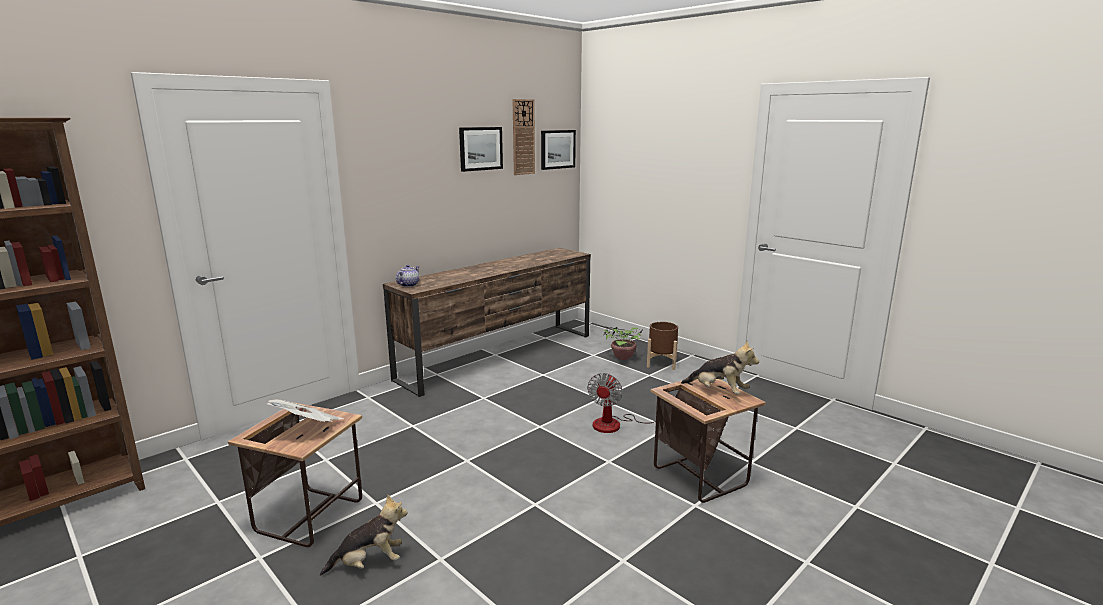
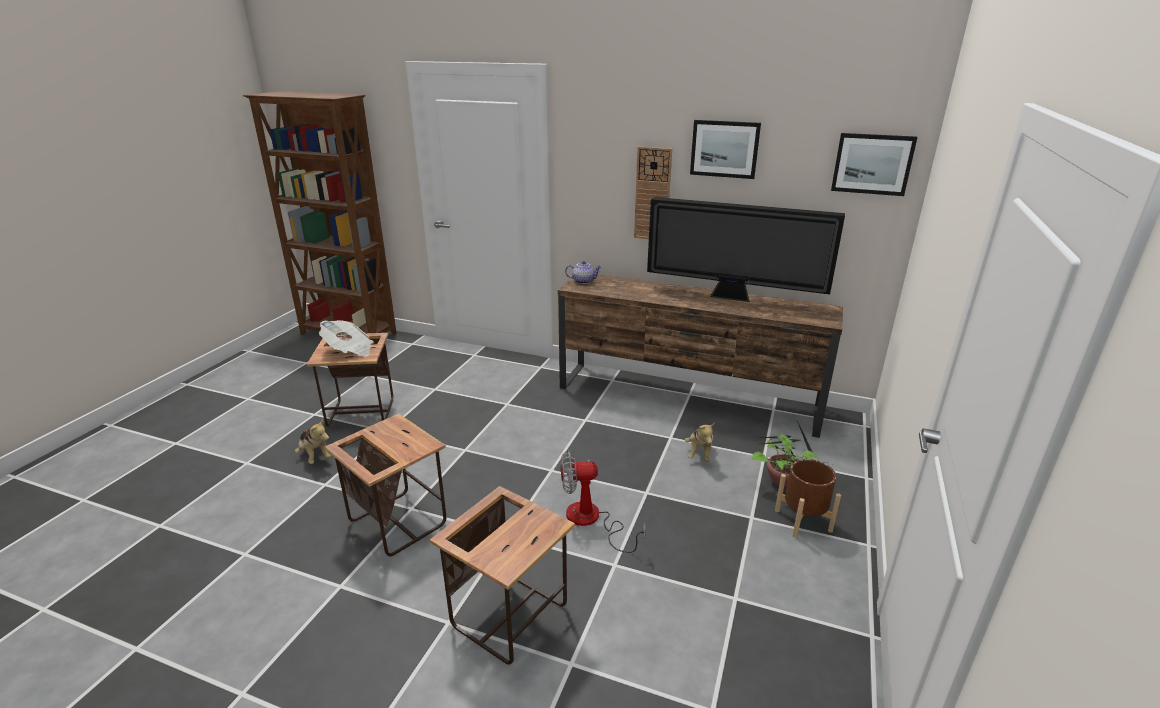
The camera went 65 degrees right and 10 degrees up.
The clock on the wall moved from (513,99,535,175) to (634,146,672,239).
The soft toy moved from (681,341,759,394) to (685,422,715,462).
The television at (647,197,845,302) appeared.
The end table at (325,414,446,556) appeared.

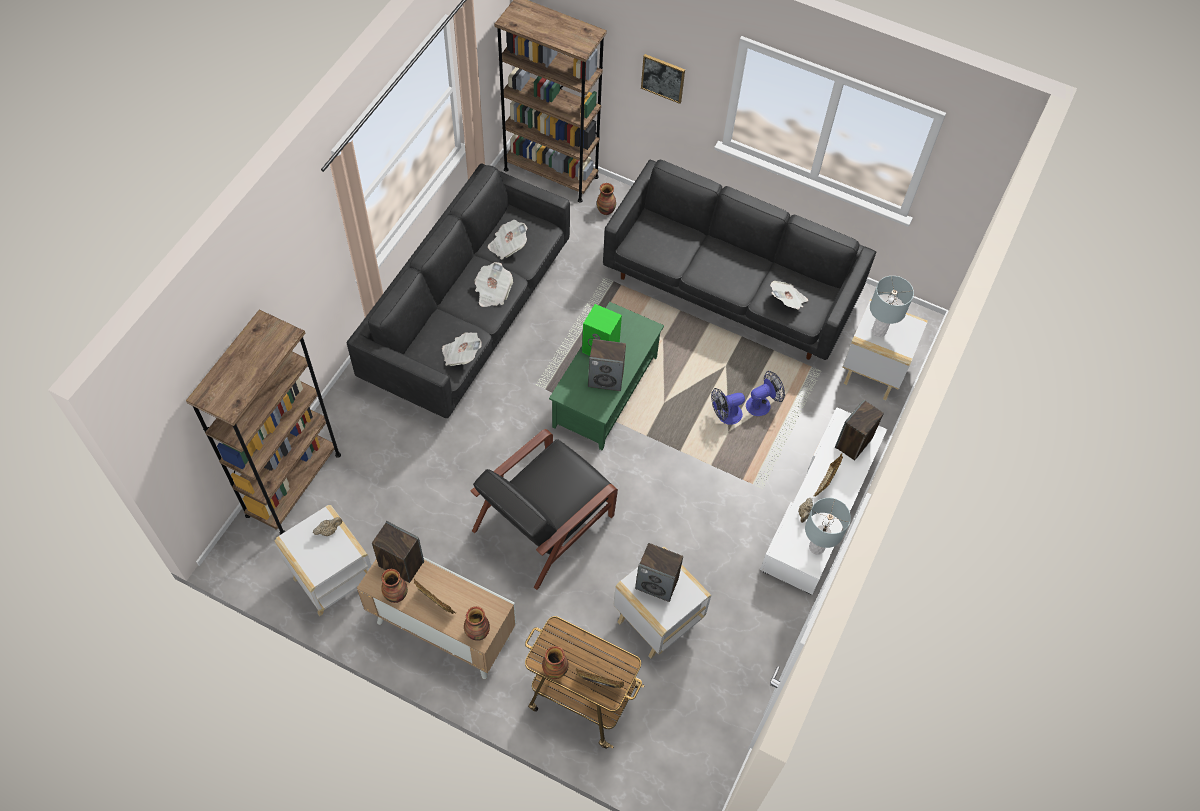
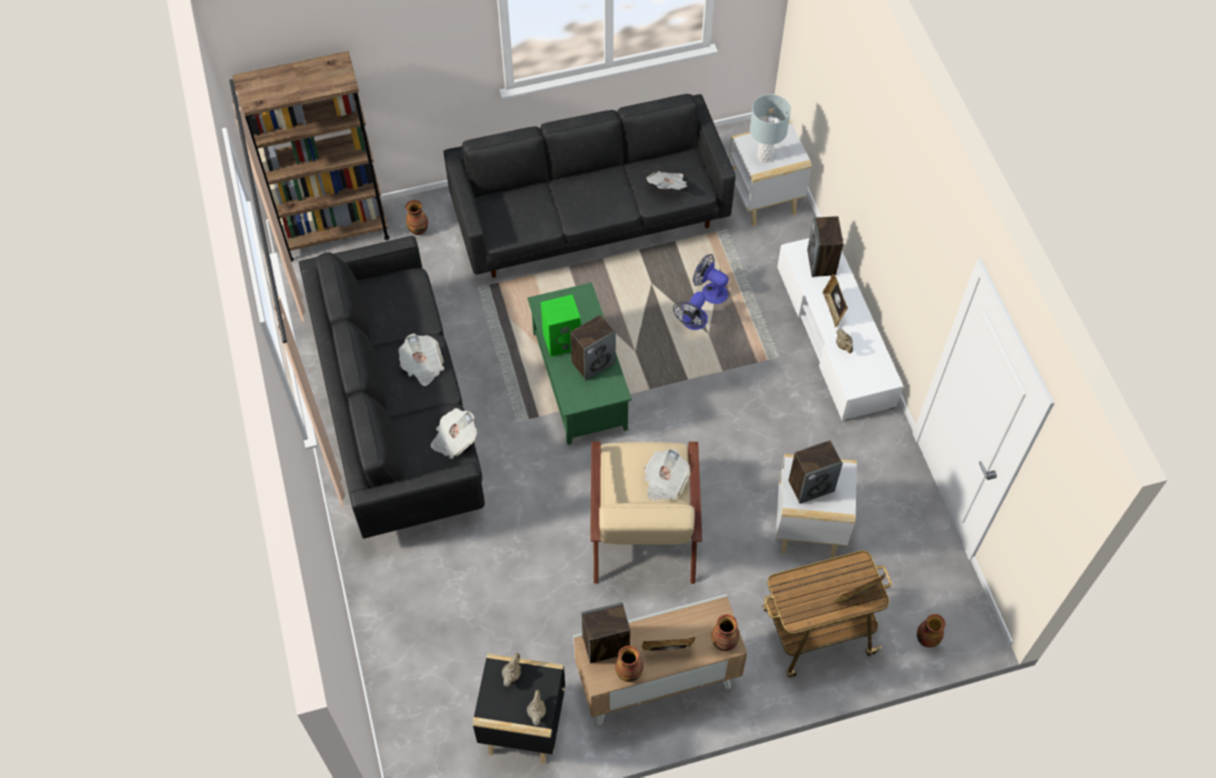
The camera went 40 degrees left and 0 degrees up.
The picture at (641,54,685,104) disappeared.
The newspaper moved from (488,220,528,259) to (644,449,690,500).
The brown shelving unit at (186,310,341,535) disappeared.
The electric fan at (746,371,785,416) turned 75 degrees counterclockwise.
The black easy chair at (470,429,618,590) became the beige-coloured easy chair at (590,442,702,584).
The greyish lamp for a table at (805,498,851,555) disappeared.
The white end table at (275,505,371,616) became the black end table at (473,653,565,764).
The decorative vase moved from (542,646,569,679) to (917,614,945,648).
The beige-coloured teapot at (527,690,546,726) appeared.

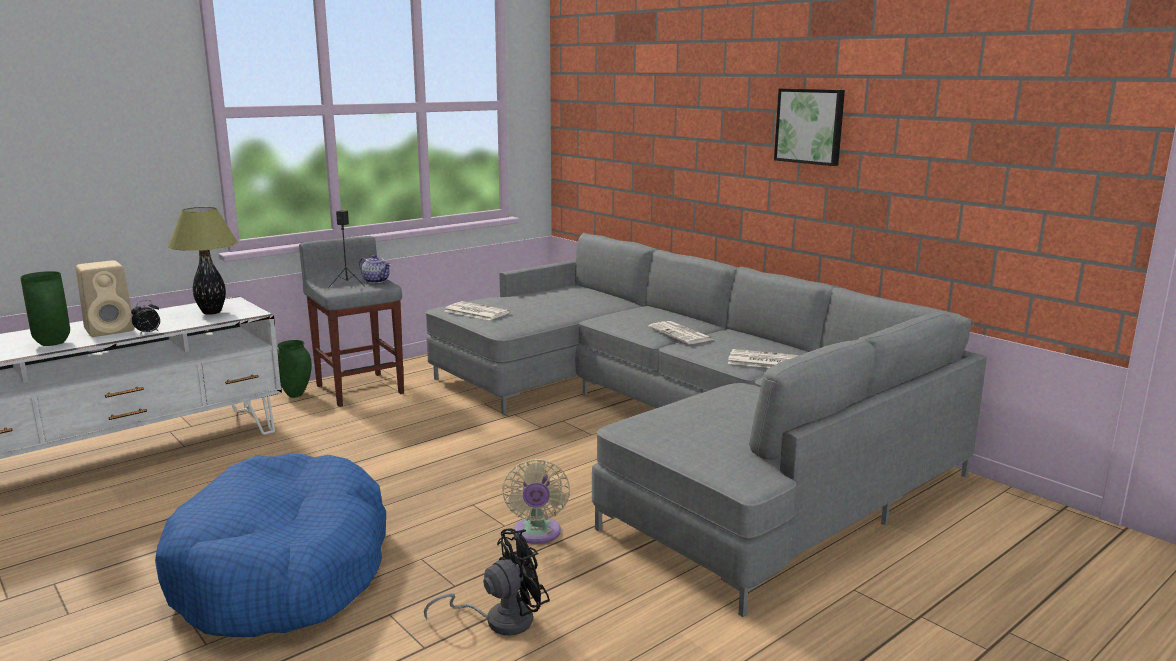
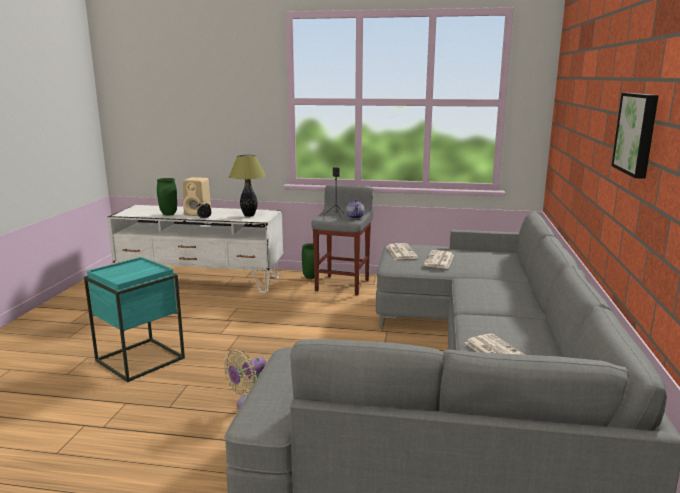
The camera went 50 degrees right and 0 degrees up.
The newspaper moved from (648,321,714,344) to (423,250,454,269).
The blue-coloured dog cushion at (155,453,386,637) was replaced by the turquoise-coloured end table at (84,257,185,382).
The black electric fan at (424,529,550,636) disappeared.

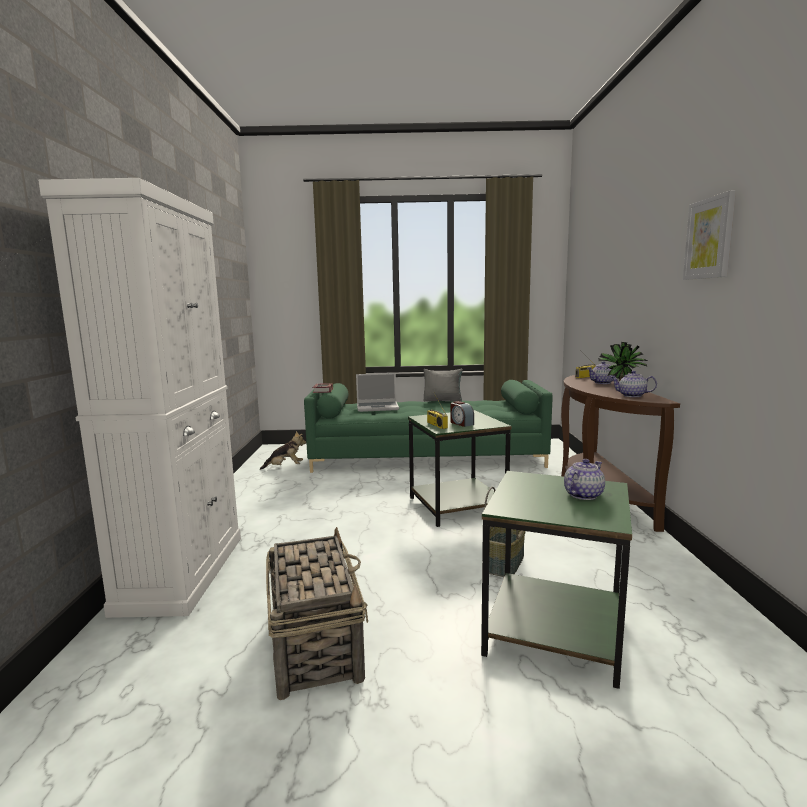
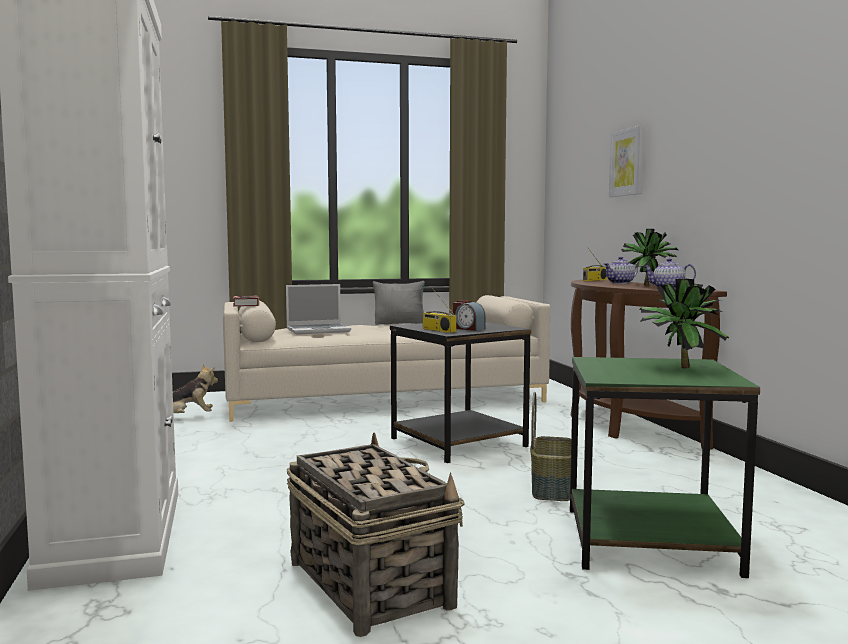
The camera went 15 degrees left and 5 degrees down.
The picture moved from (683,191,736,280) to (609,125,645,197).
The greenish couch at (304,380,552,473) became the beige-coloured couch at (223,295,550,422).
The greenish end table at (408,410,511,527) became the black end table at (390,322,531,463).
The teapot at (564,459,605,500) was replaced by the houseplant at (639,279,729,368).

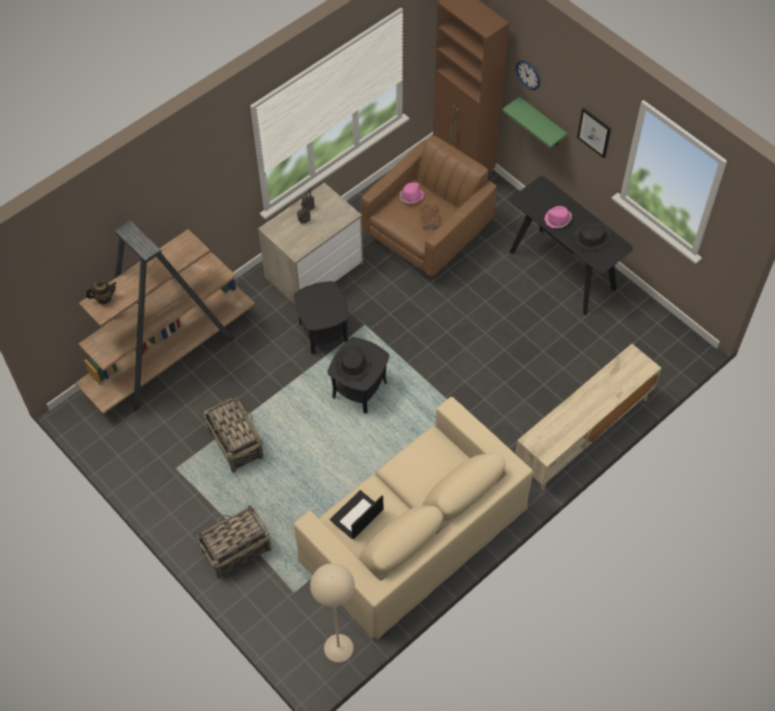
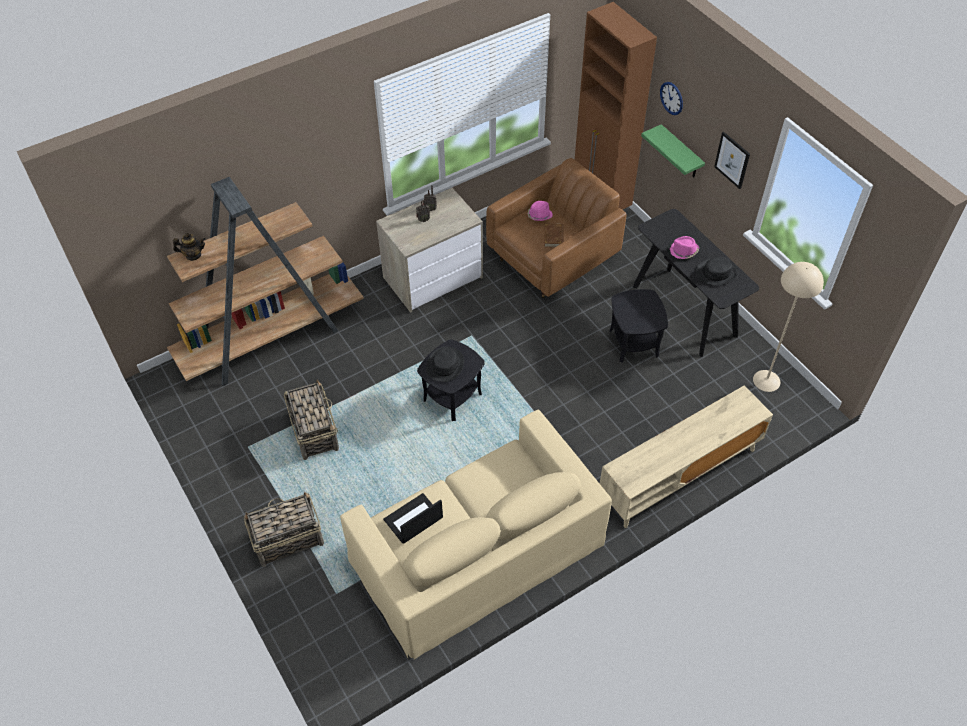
The camera went 10 degrees right and 5 degrees down.
The black end table moved from (294,281,350,354) to (609,289,668,363).
The beige-coloured standard lamp moved from (310,563,355,662) to (753,262,824,392).

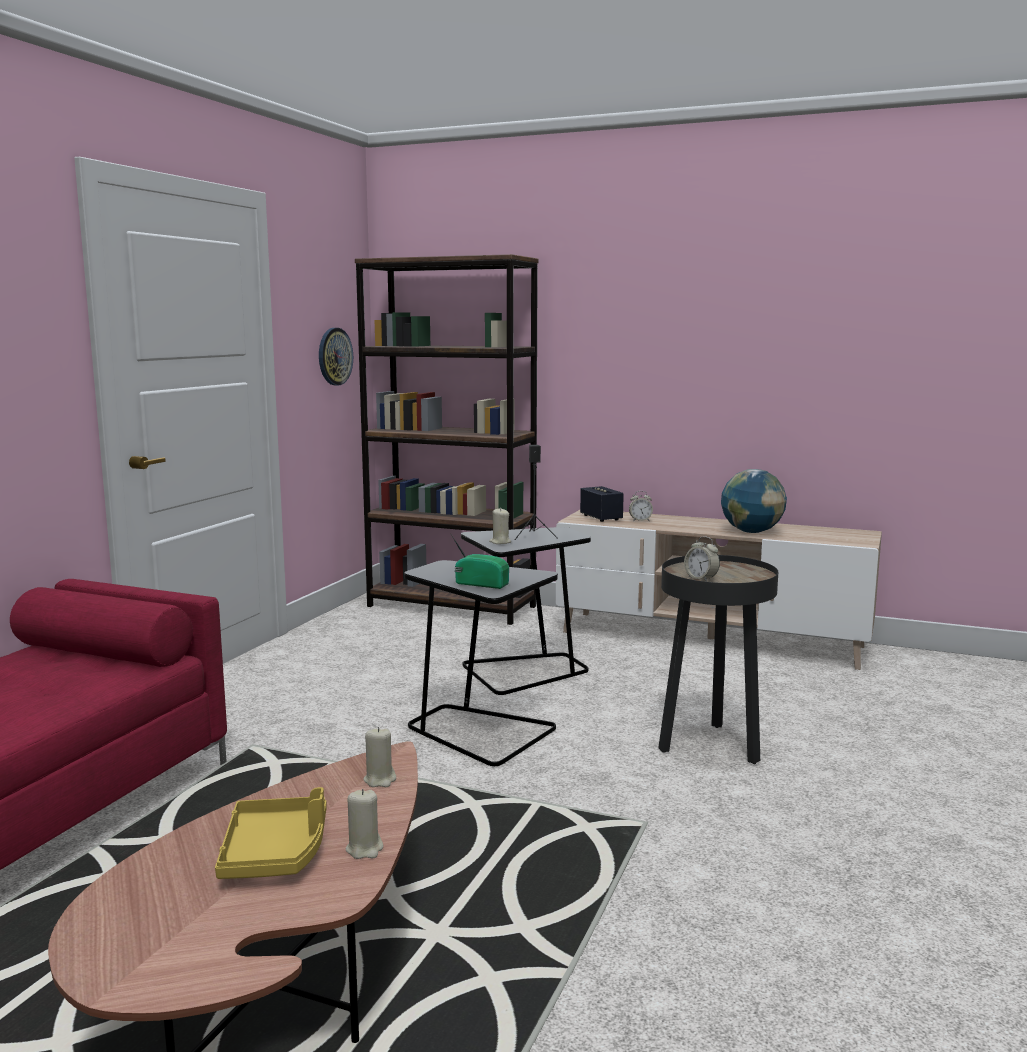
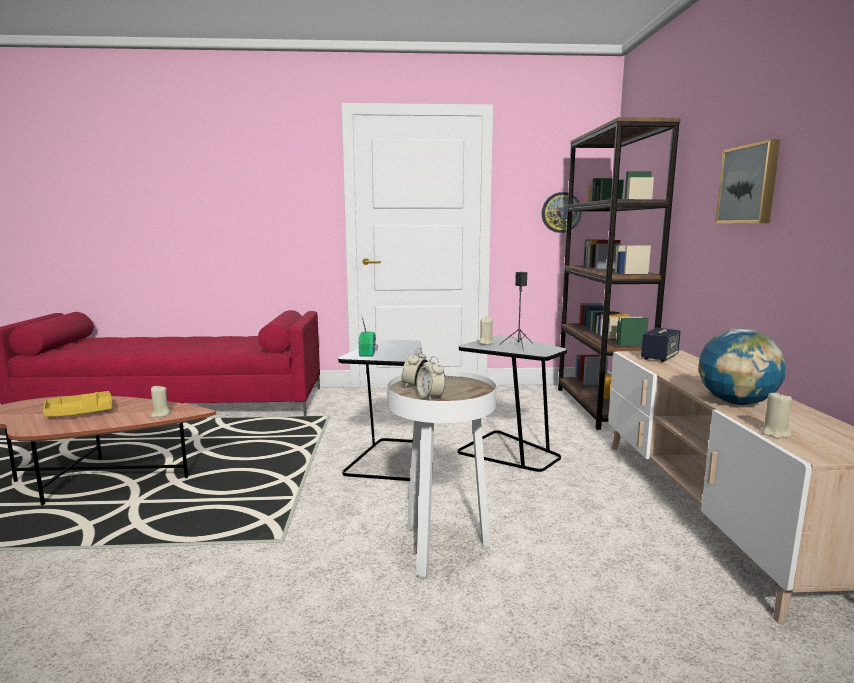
The camera went 65 degrees right and 0 degrees up.
The table clock moved from (629,491,653,521) to (416,356,445,401).
The black end table at (658,555,778,764) became the white end table at (387,370,496,577).
The beige-coloured wax light moved from (345,789,383,859) to (761,392,792,439).
The picture at (715,139,780,224) appeared.

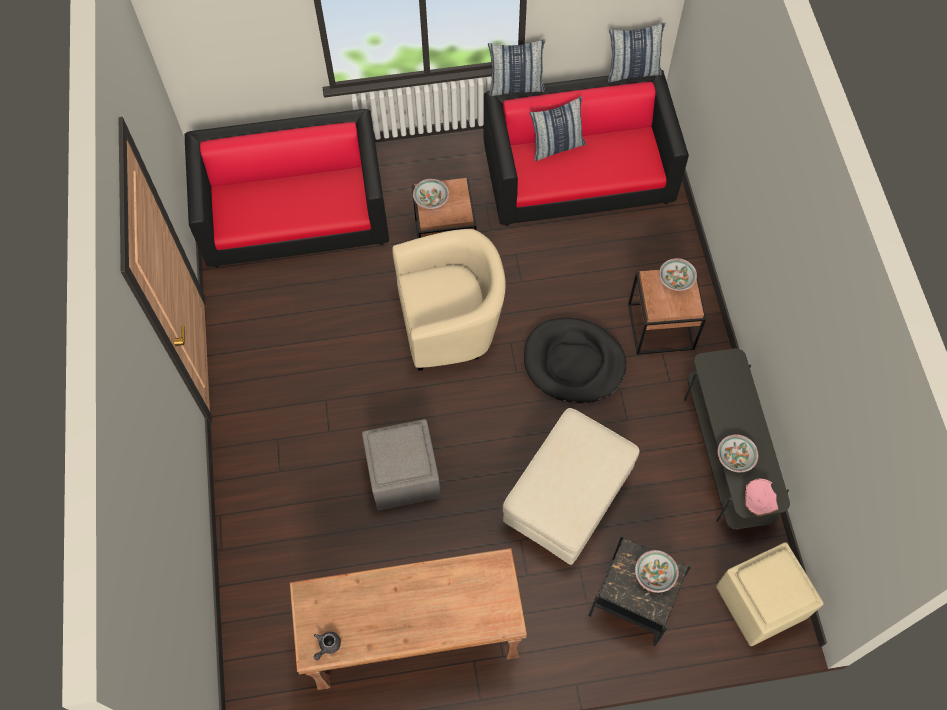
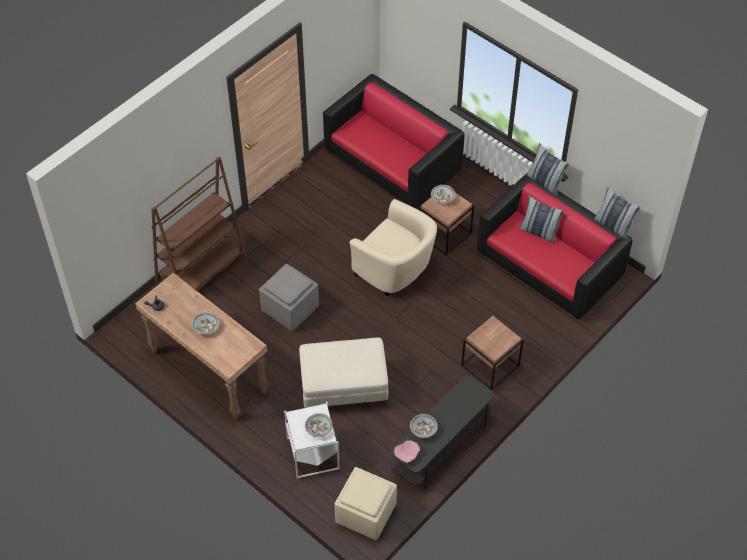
The camera went 50 degrees right and 10 degrees down.
The deep dish moved from (659,258,697,291) to (192,312,219,335).
The black dog cushion at (524,317,626,403) disappeared.
The black end table at (589,535,692,646) became the white end table at (284,402,340,478).
The brown shelving unit at (151,157,246,290) appeared.

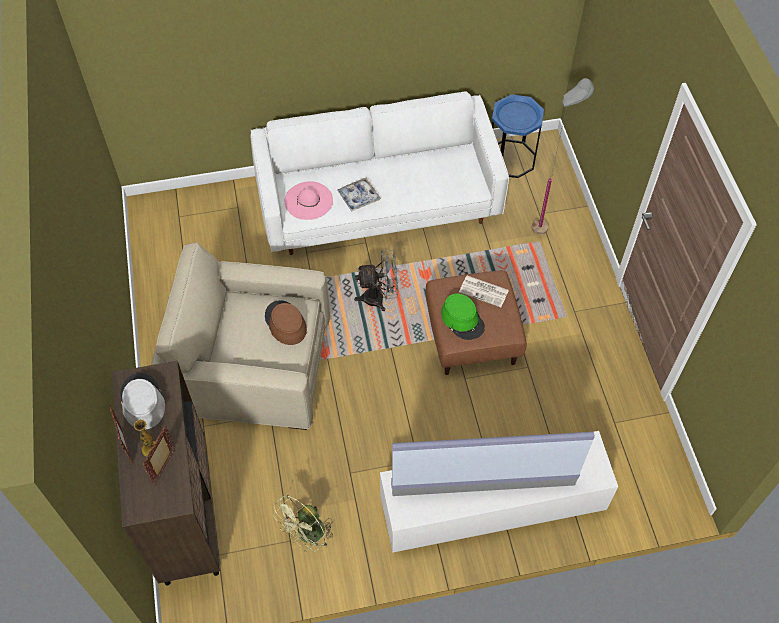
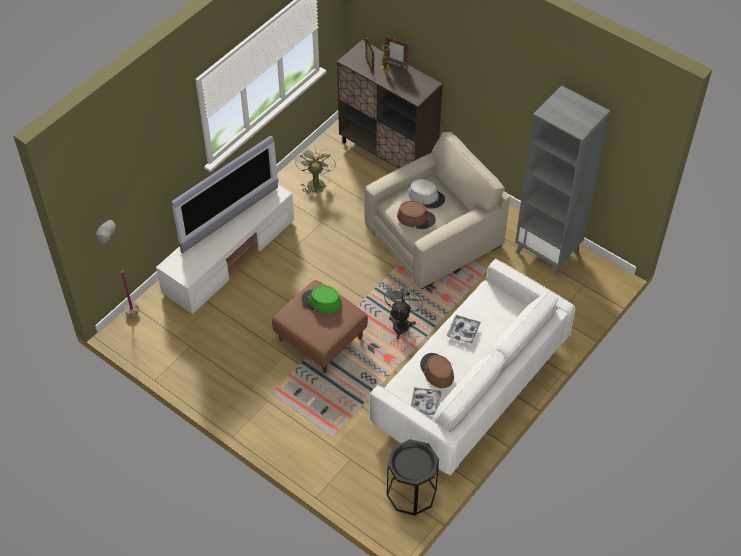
The camera went 140 degrees right and 5 degrees down.
The greyish standard lamp moved from (532,78,594,235) to (96,218,139,316).
The blue-coloured end table at (492,94,544,178) became the black end table at (387,439,439,516).
The pink-coloured wearable hat at (285,181,333,220) disappeared.
The greyish electric fan at (354,250,399,311) turned 150 degrees clockwise.
The newspaper at (459,275,509,307) disappeared.
The greyish wearable hat moved from (120,373,165,430) to (408,179,445,209).
The greyish shelving unit at (515,86,610,276) appeared.
The brown wearable hat at (420,353,454,388) appeared.
The tray at (411,387,441,415) appeared.

